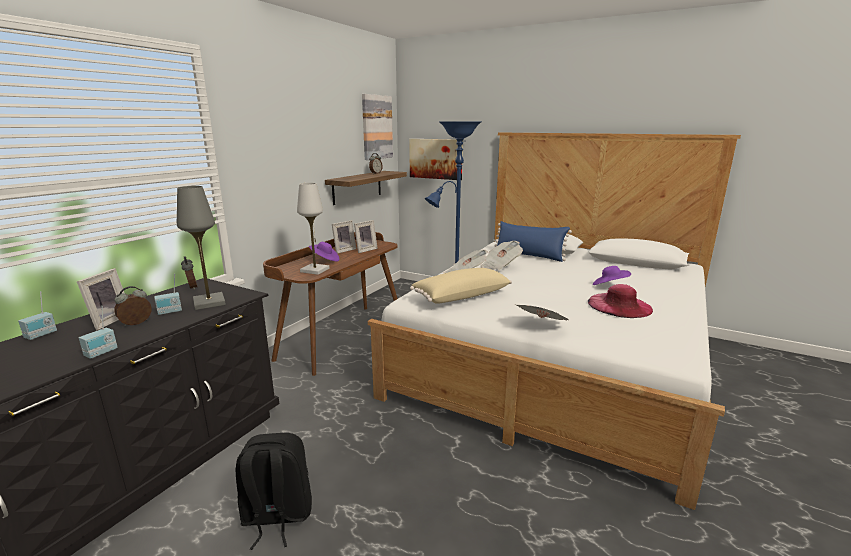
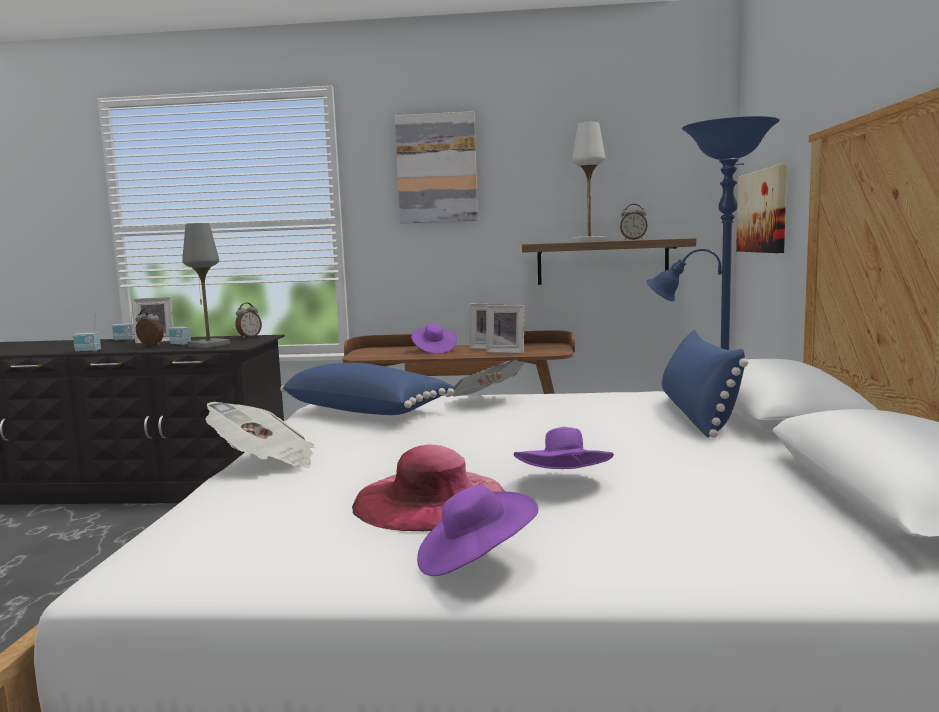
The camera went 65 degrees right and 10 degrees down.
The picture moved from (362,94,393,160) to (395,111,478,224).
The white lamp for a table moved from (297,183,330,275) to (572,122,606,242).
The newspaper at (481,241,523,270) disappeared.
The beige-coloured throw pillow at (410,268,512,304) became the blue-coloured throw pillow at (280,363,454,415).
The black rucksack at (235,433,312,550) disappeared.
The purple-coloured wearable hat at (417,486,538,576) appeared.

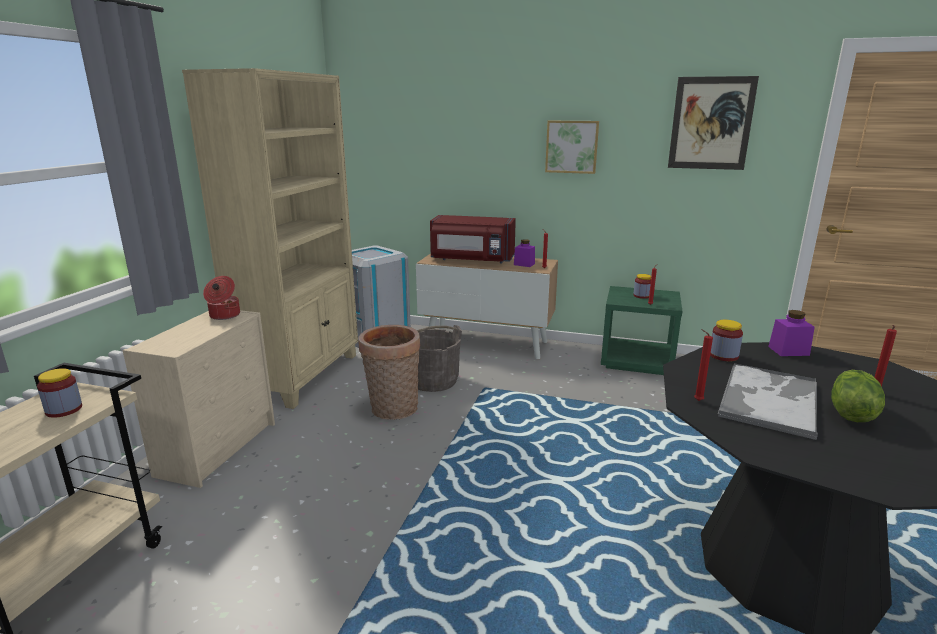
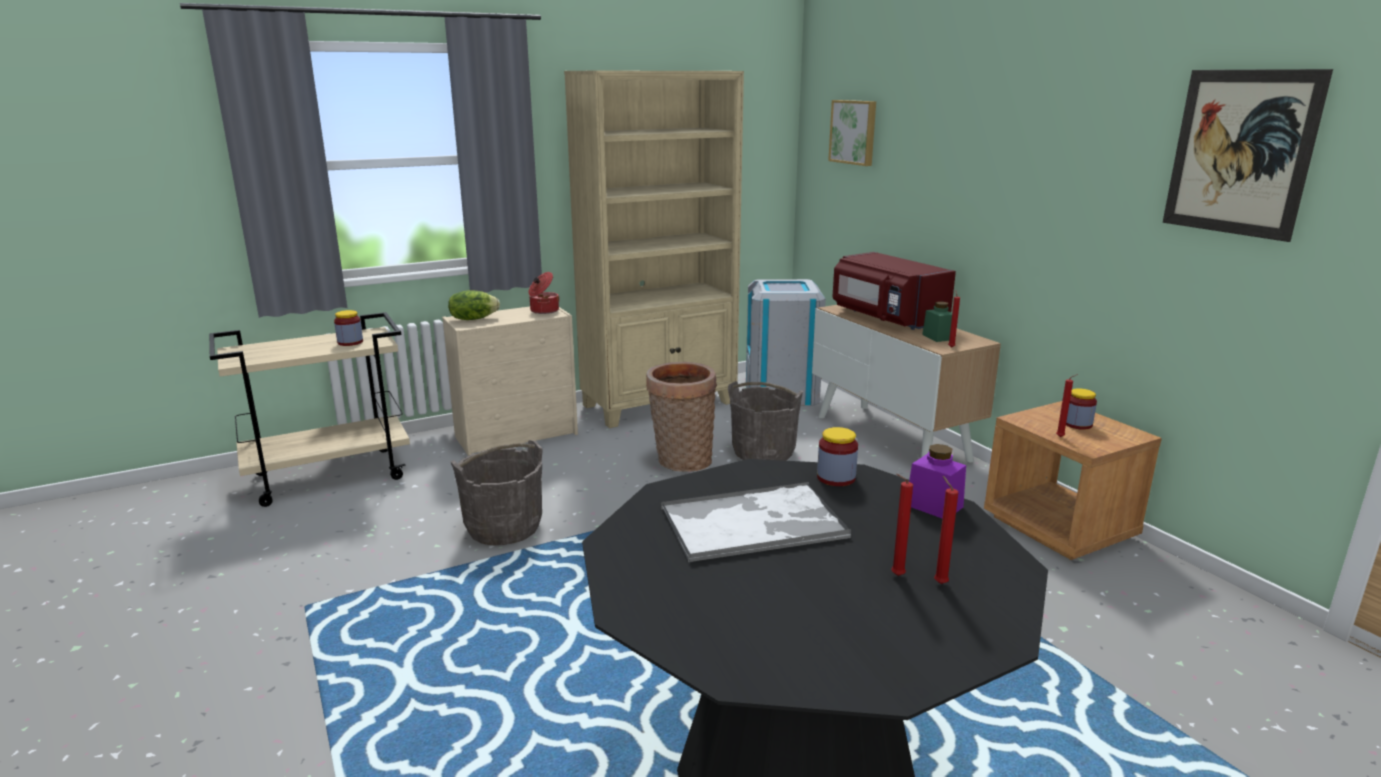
The camera went 45 degrees right and 0 degrees up.
The picture moved from (545,121,599,174) to (828,100,876,166).
The purple-coloured preserve jar at (514,239,535,267) became the greenish preserve jar at (922,301,952,342).
The greenish nightstand at (601,286,682,375) became the brown nightstand at (984,401,1162,560).
The red wax light moved from (694,329,713,401) to (934,476,958,584).
The head of lettuce moved from (831,370,885,422) to (448,290,500,320).
The greyish water bucket at (450,440,543,545) appeared.

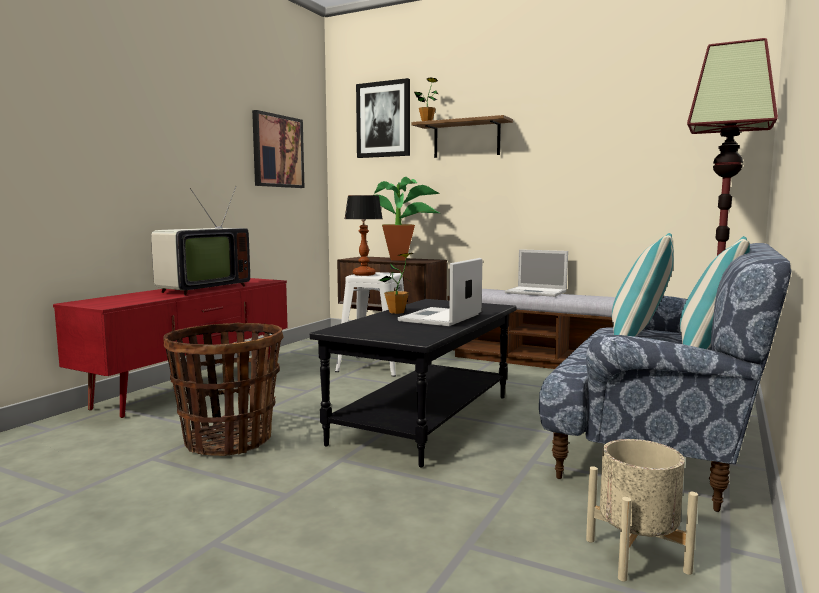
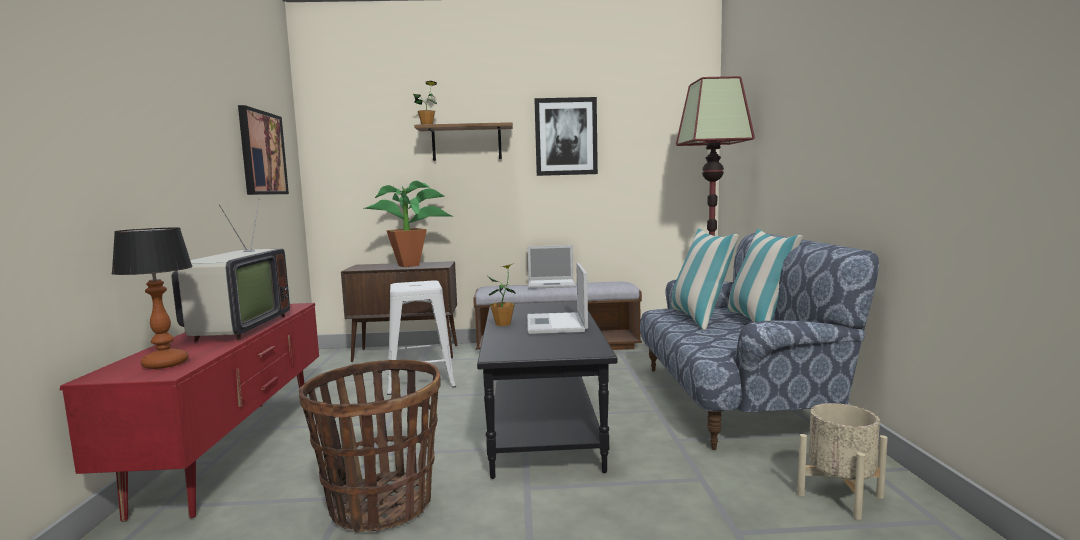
The camera went 30 degrees left and 0 degrees up.
The picture moved from (356,78,410,158) to (534,97,598,176).
The lamp for a table moved from (345,195,383,276) to (111,228,193,369).

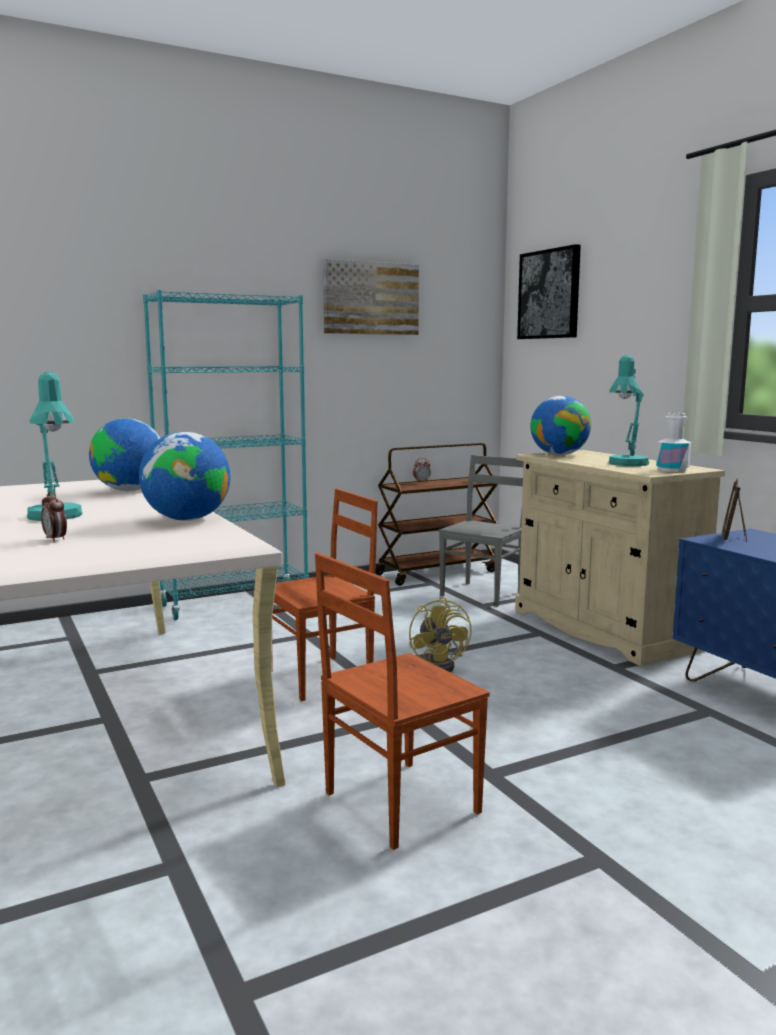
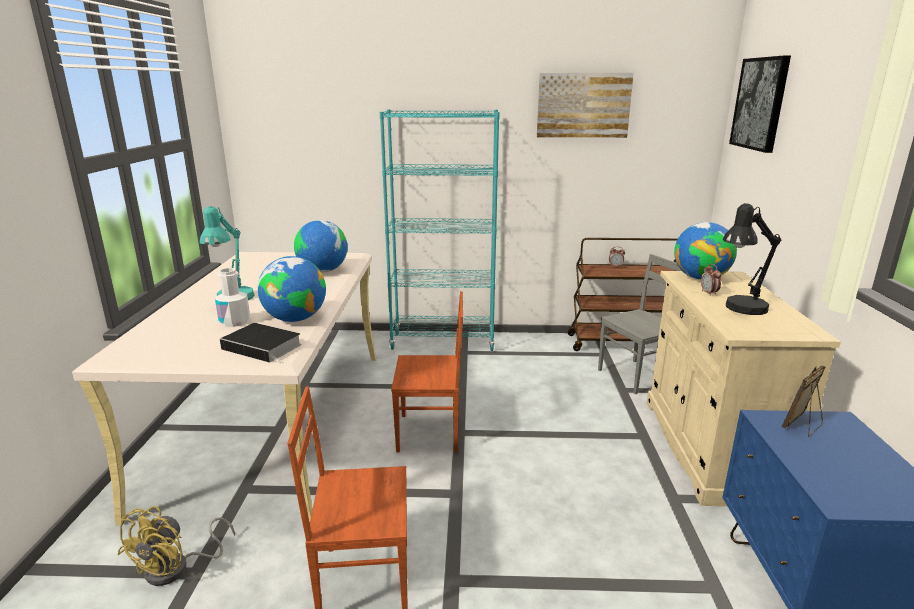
The camera went 30 degrees right and 10 degrees up.
The turquoise-coloured lamp for a table at (609,355,649,466) became the black lamp for a table at (723,203,782,315).
The white drink bottle moved from (656,413,691,472) to (215,268,250,327).
The table clock moved from (41,491,67,542) to (701,264,721,296).
The yellow-coloured electric fan moved from (409,597,472,673) to (117,506,235,586).
The book at (220,323,302,364) appeared.

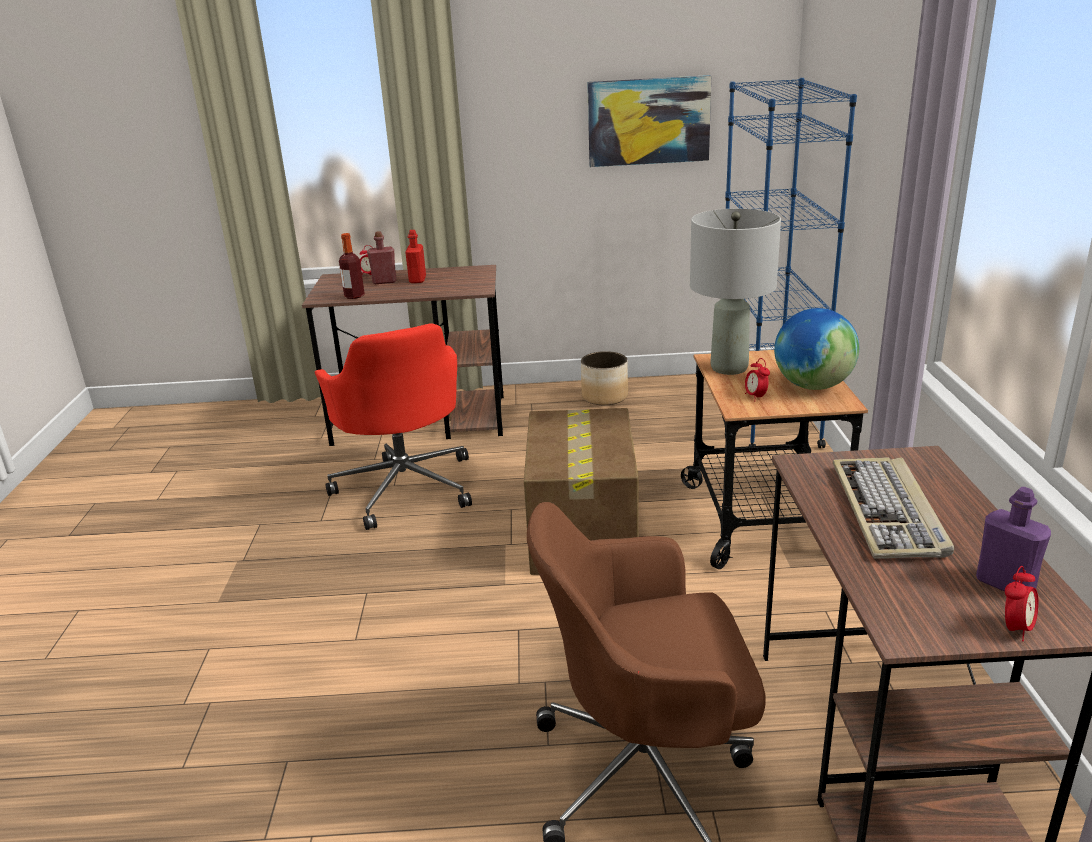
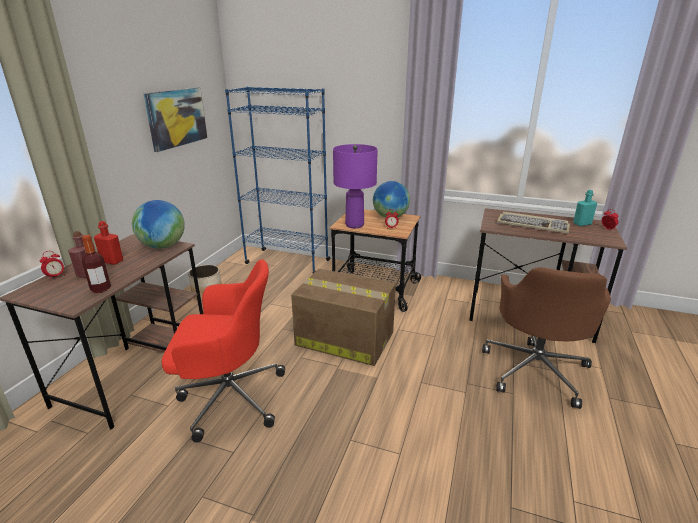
The camera went 70 degrees left and 0 degrees up.
The greyish lamp for a table at (690,209,781,375) became the purple-coloured lamp for a table at (333,144,378,228).
The purple-coloured drink bottle at (976,487,1051,592) became the turquoise-coloured drink bottle at (573,190,597,226).
The desk globe at (132,200,185,249) appeared.

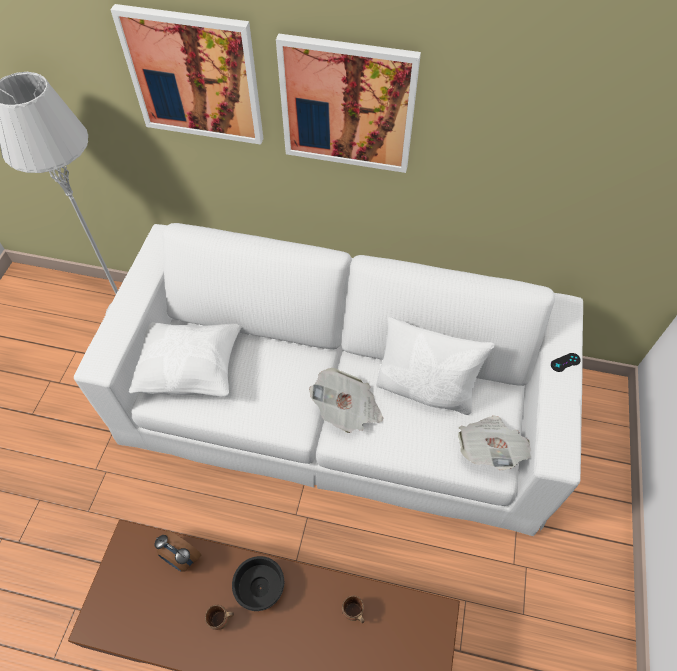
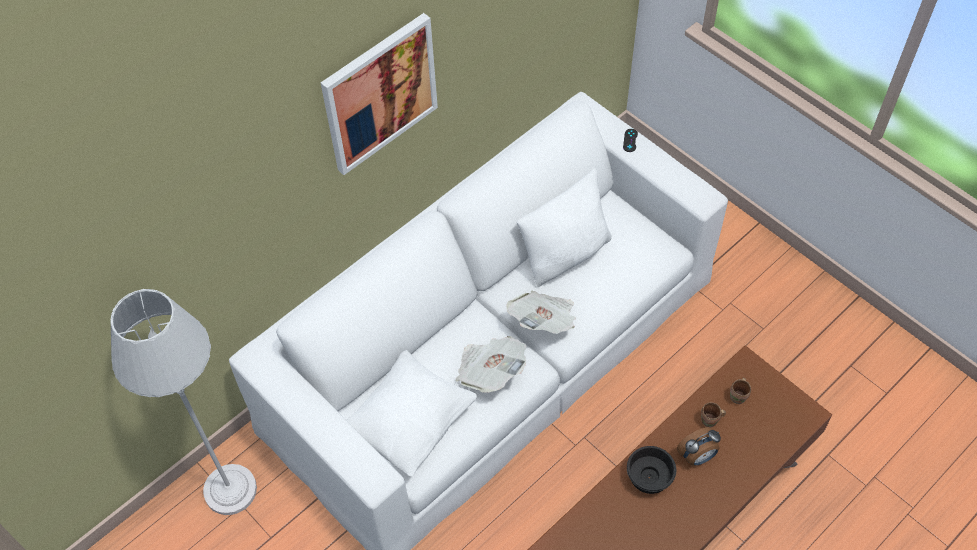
The camera went 55 degrees left and 0 degrees up.
The picture at (110,4,263,145) disappeared.
The newspaper moved from (458,415,531,470) to (455,336,526,393).
The table clock moved from (154,530,201,571) to (677,427,721,466).
The brown tea mug moved from (205,605,234,630) to (730,378,751,404).

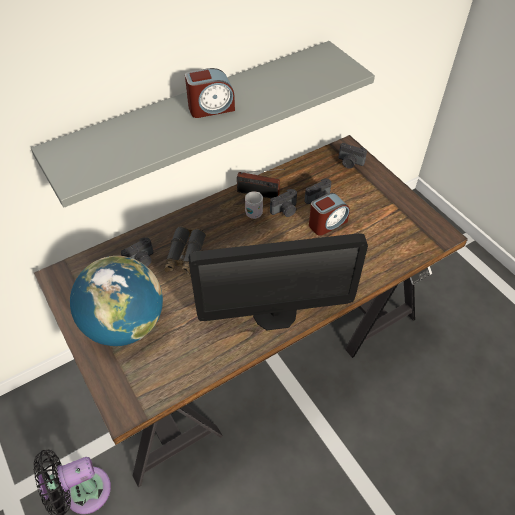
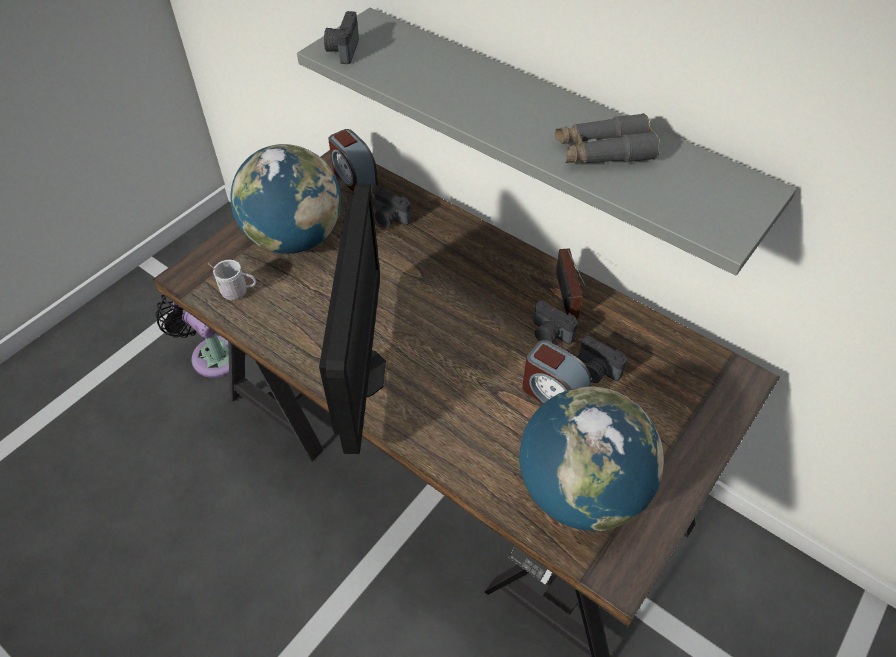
The camera went 70 degrees right and 0 degrees up.
The table clock moved from (185,68,235,118) to (328,129,378,192).
The photo camera moved from (338,143,367,169) to (324,11,359,64).
The white tea mug moved from (245,191,263,219) to (208,260,256,300).
The greyish binoculars moved from (164,227,206,276) to (555,113,660,163).
The monitor at (189,233,368,330) turned 150 degrees counterclockwise.
The desk globe at (519,386,664,531) appeared.

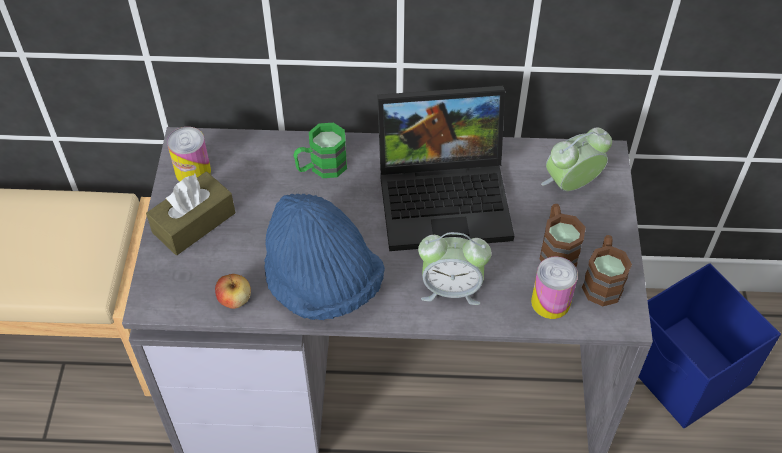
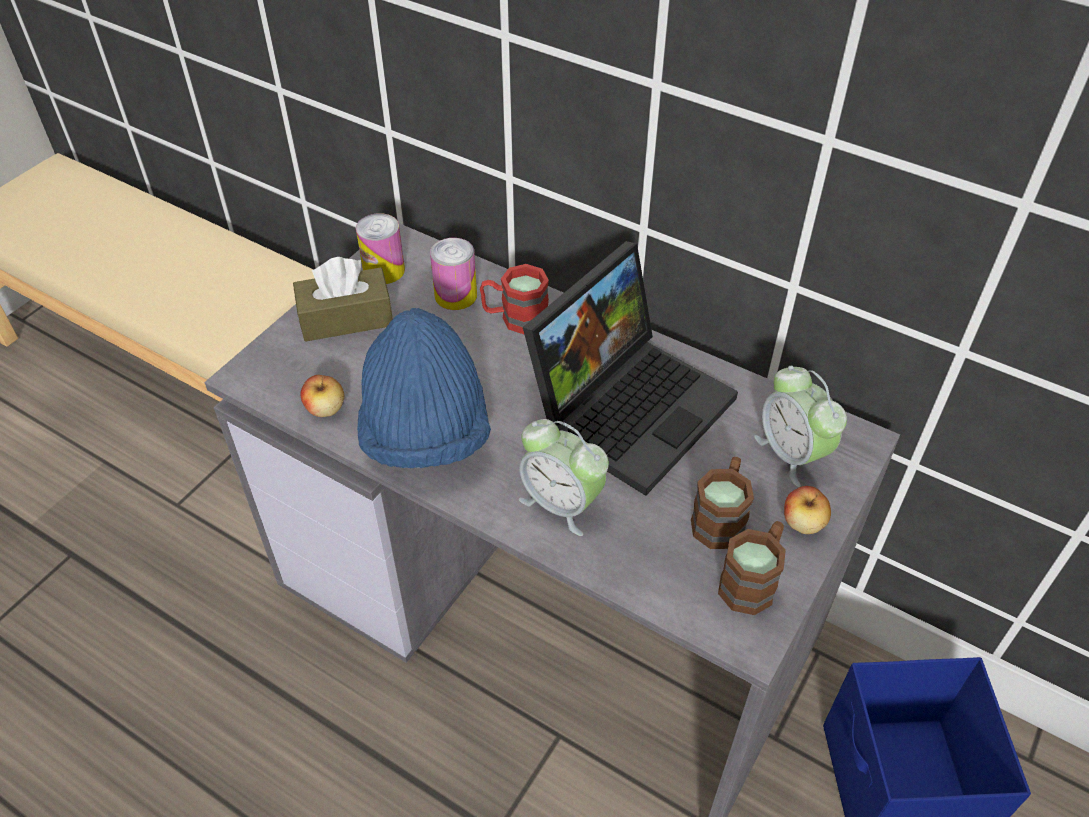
The camera went 30 degrees right and 5 degrees down.
The notebook computer at (377,86,514,251) turned 75 degrees counterclockwise.
The greenish tea mug at (294,123,347,178) became the red tea mug at (480,264,549,334).
The table clock at (541,127,612,191) turned 120 degrees counterclockwise.
The sealed can moved from (531,257,578,319) to (430,238,477,310).
The apple fruit at (784,486,831,534) appeared.

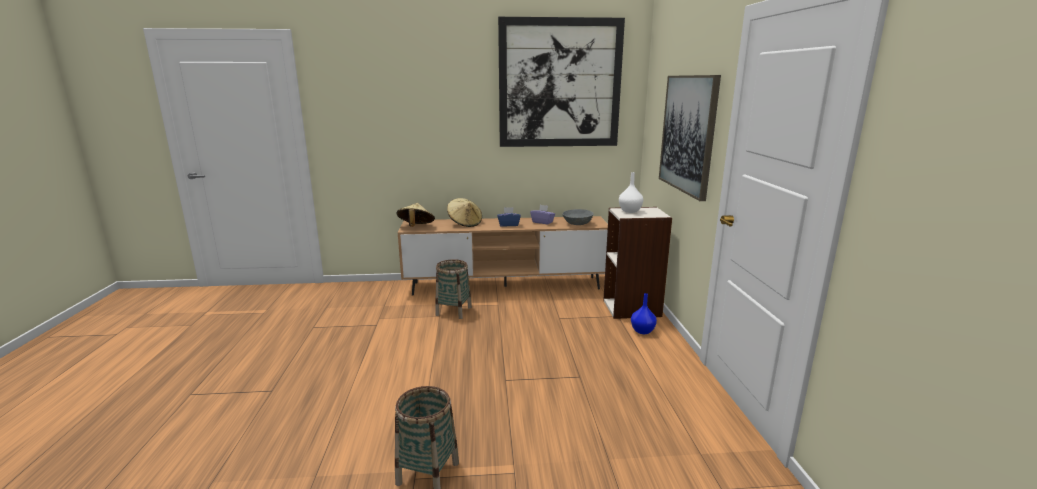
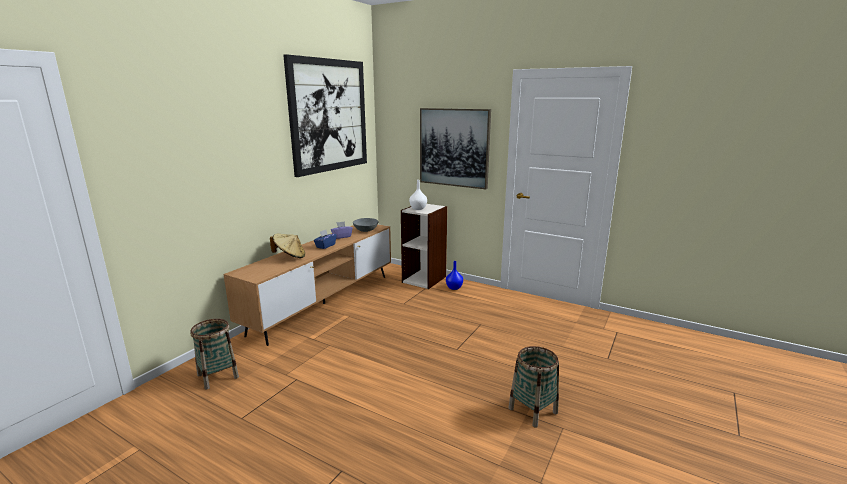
The camera went 55 degrees left and 0 degrees up.
The beige-coloured wearable hat at (397,203,435,227) disappeared.
The household basket moved from (435,259,472,319) to (190,319,239,390).

